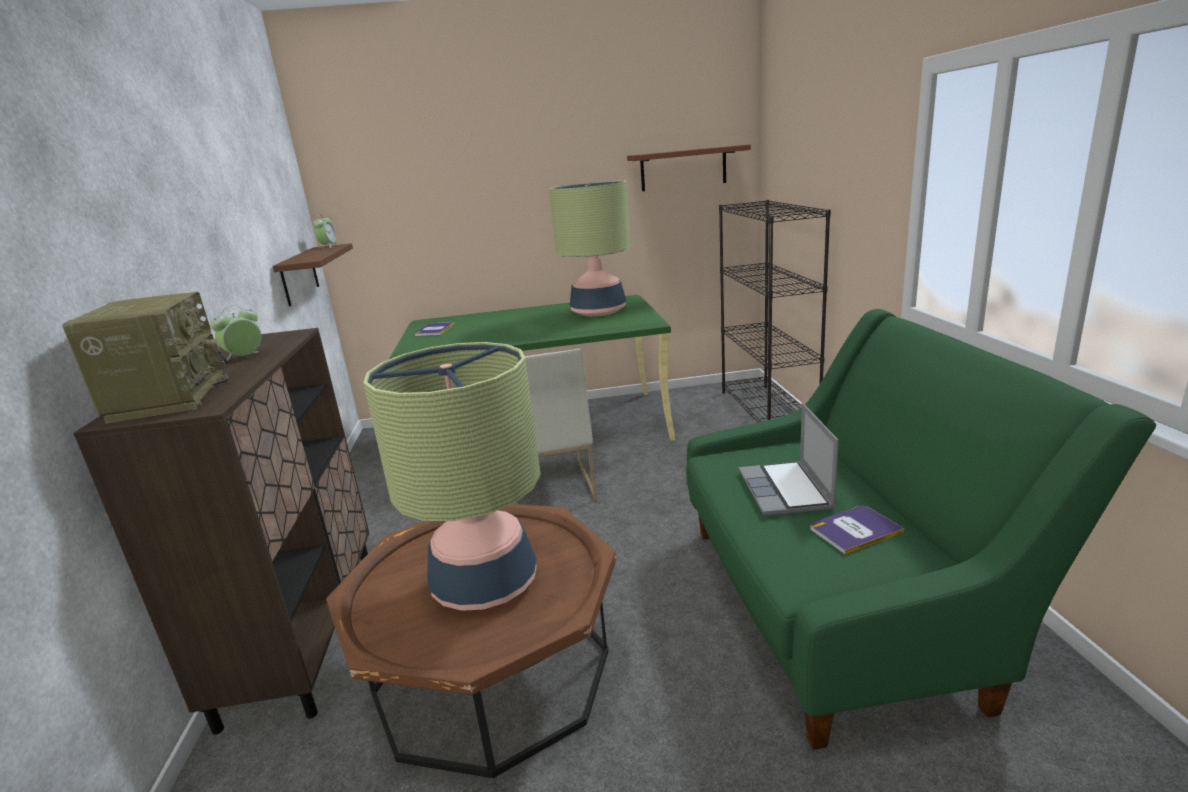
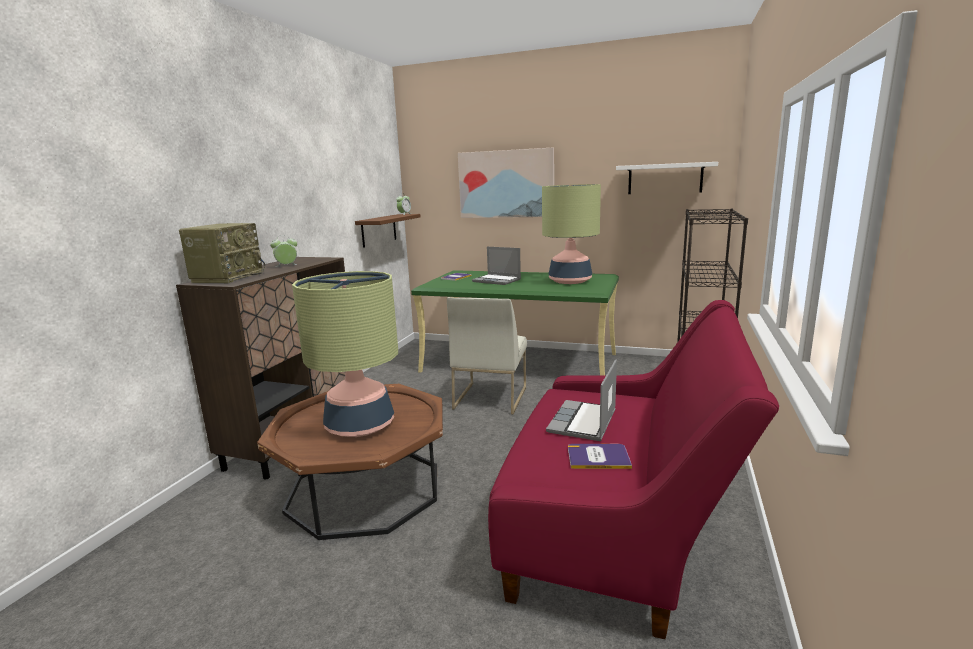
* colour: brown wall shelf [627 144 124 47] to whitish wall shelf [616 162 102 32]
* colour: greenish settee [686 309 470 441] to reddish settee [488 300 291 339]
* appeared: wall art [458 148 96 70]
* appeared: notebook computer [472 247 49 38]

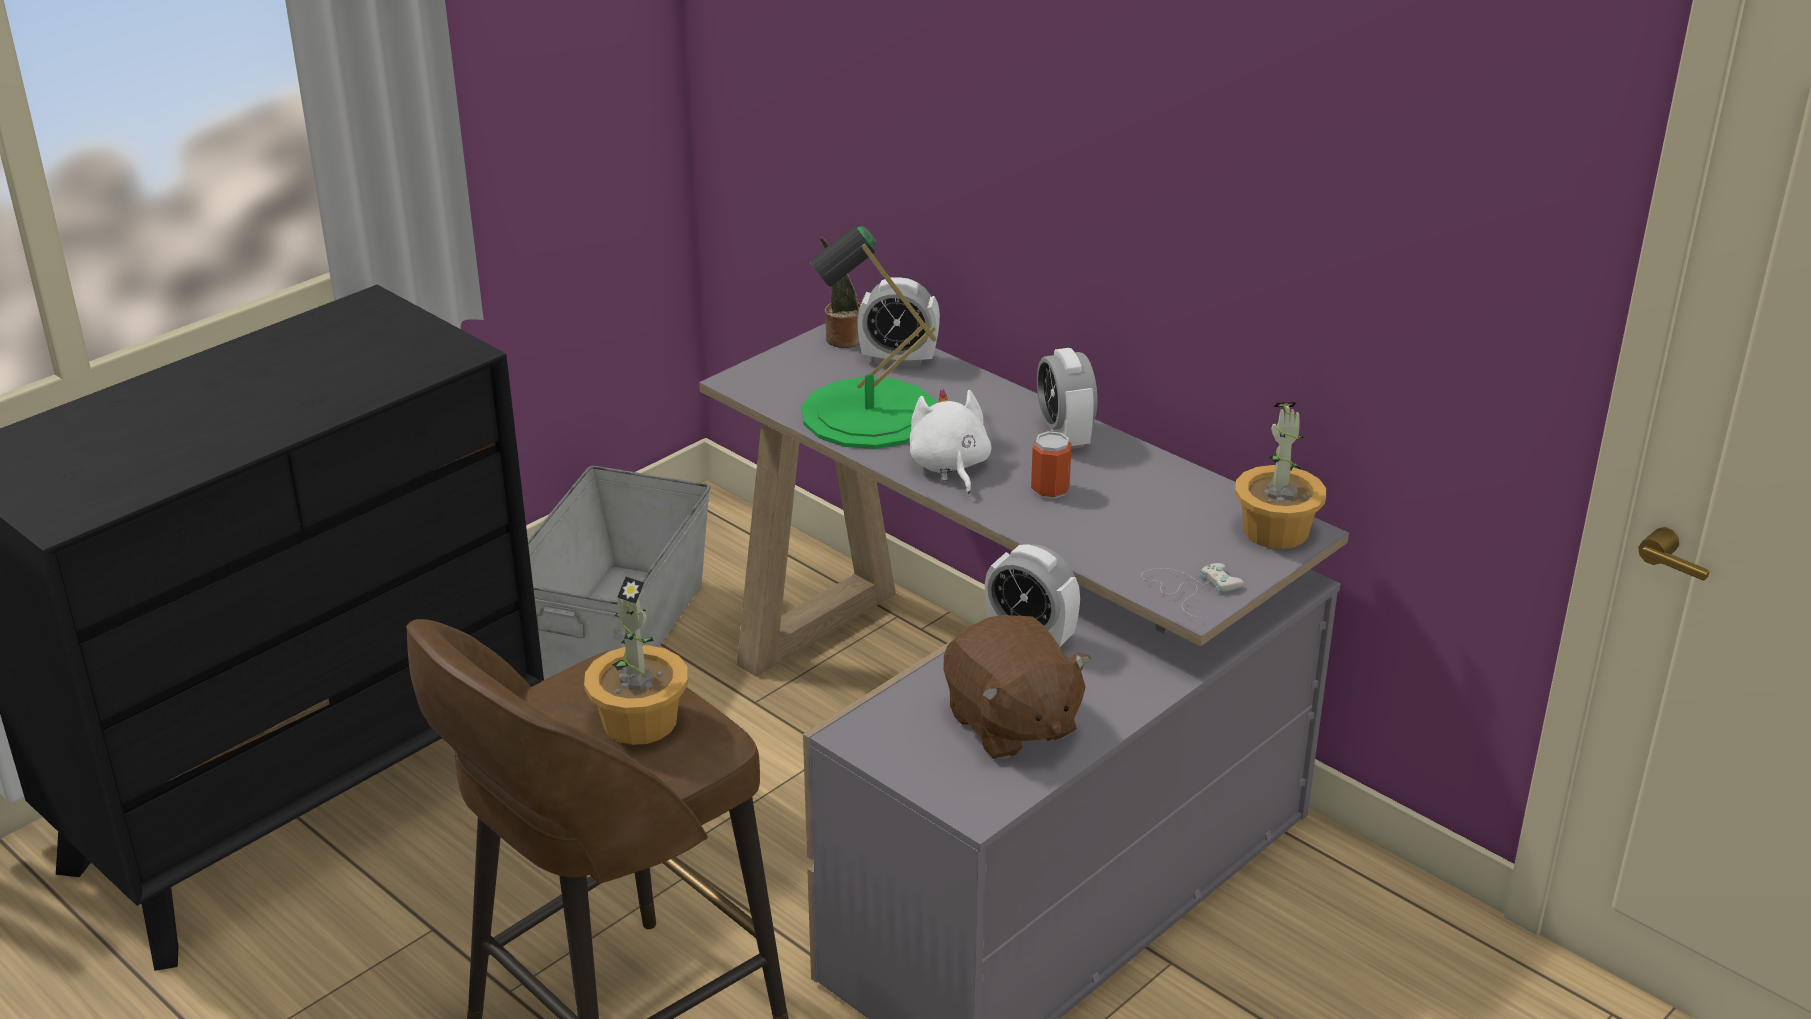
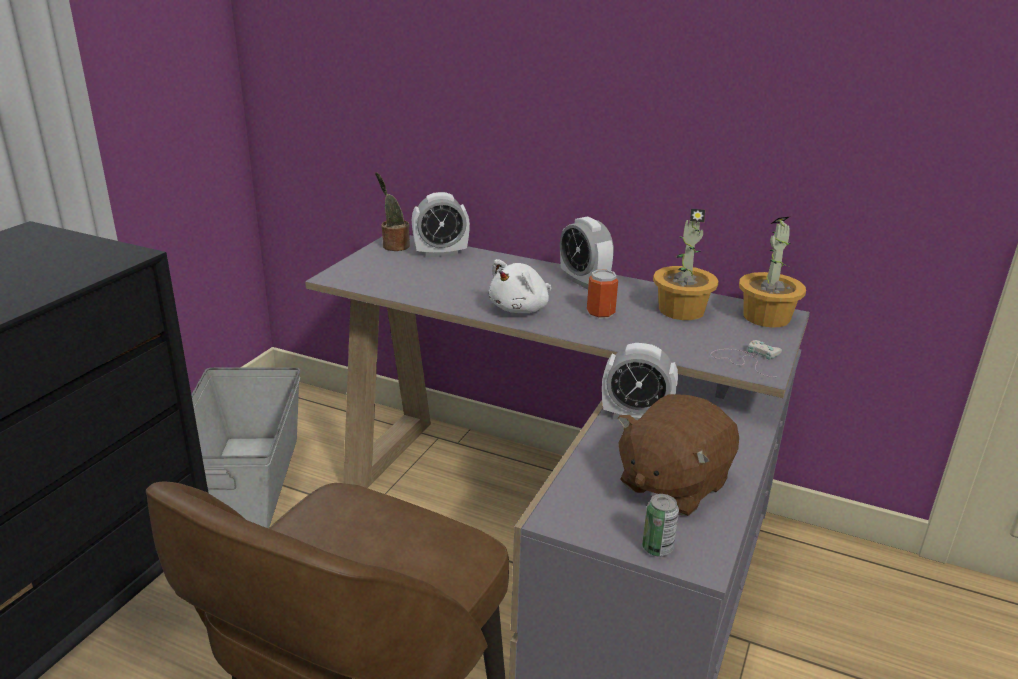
* missing: greenish lamp for a table [802 225 134 224]
* spun: whitish soft toy [910 388 81 106] = [489 259 62 54] 105 degrees counterclockwise
* relocated: potted plant [584 577 104 168] to [653 209 66 111]
* spun: brown soft toy [944 615 147 145] = [618 394 121 122] 90 degrees clockwise
* appeared: can [642 494 37 63]

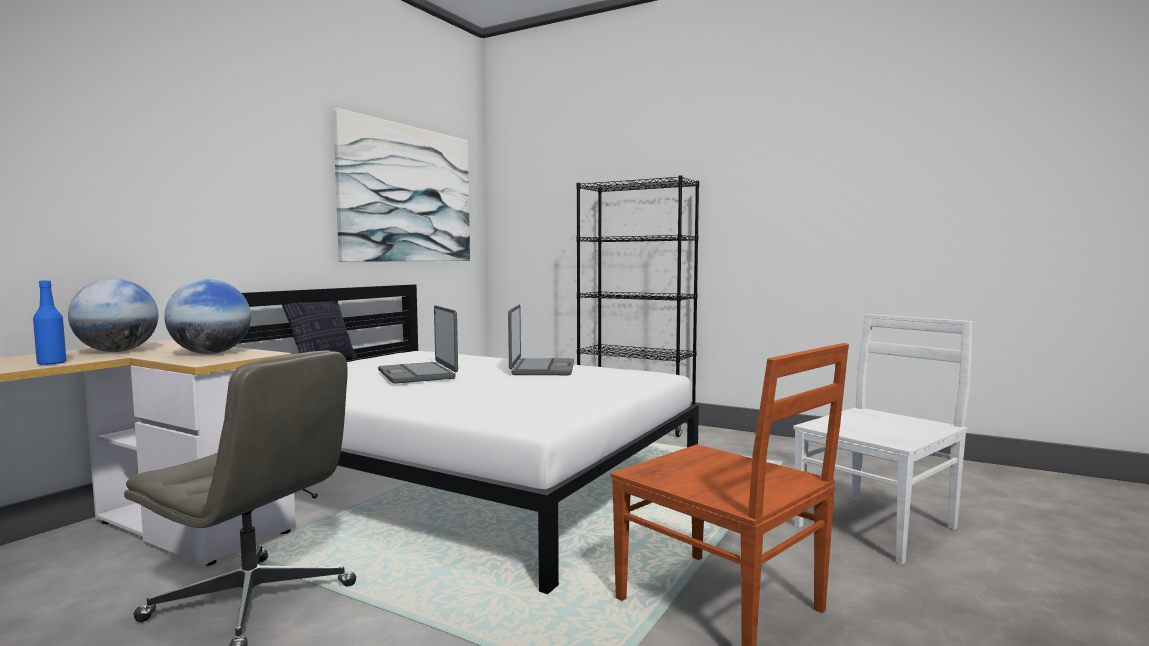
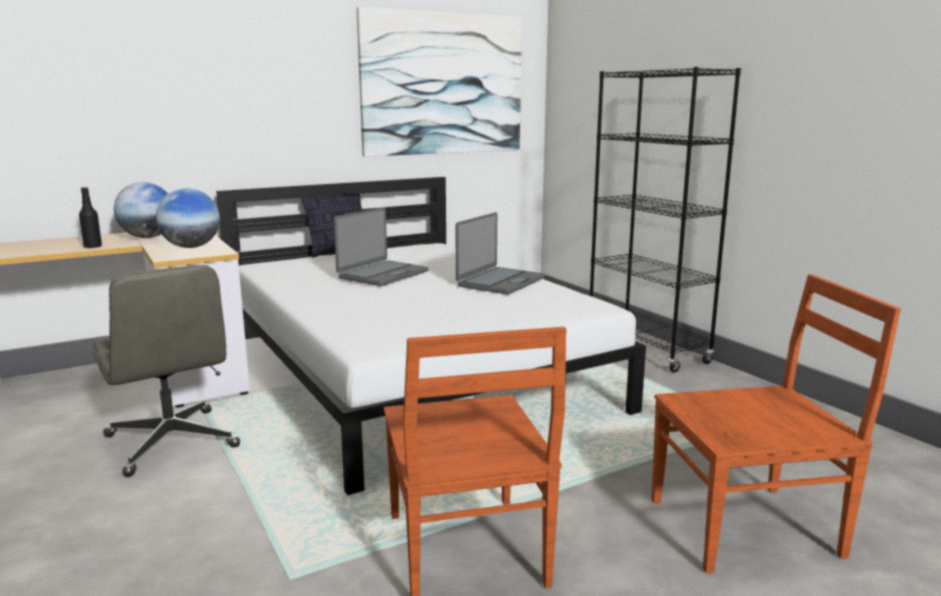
* colour: bluish bottle [33 280 33 85] to black-coloured bottle [79 187 23 62]
* spun: notebook computer [378 305 80 79] = [334 207 95 79] 150 degrees counterclockwise
* colour: whitish plain chair [793 314 180 250] to brown plain chair [652 274 249 300]

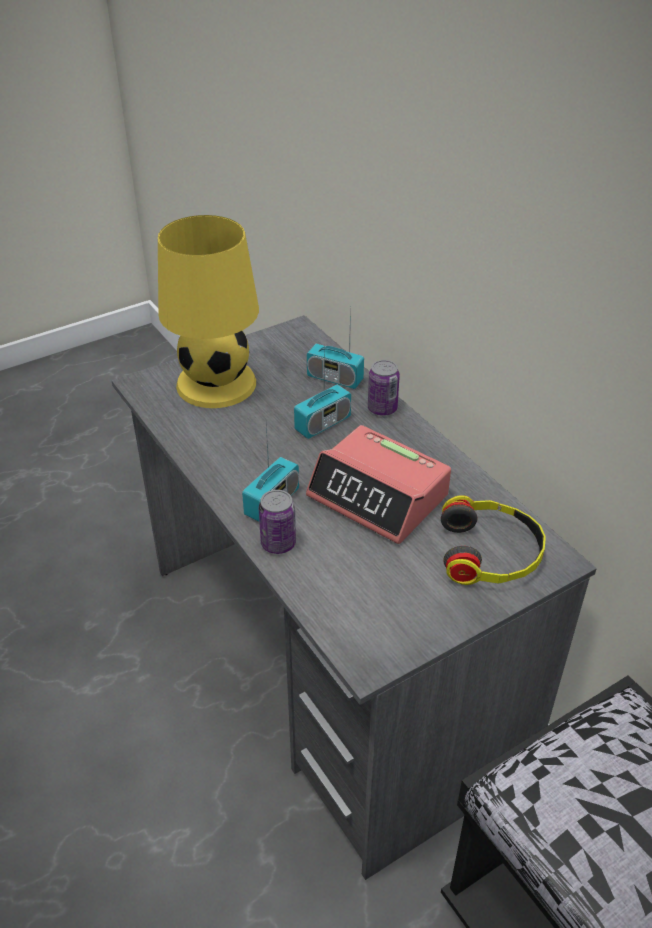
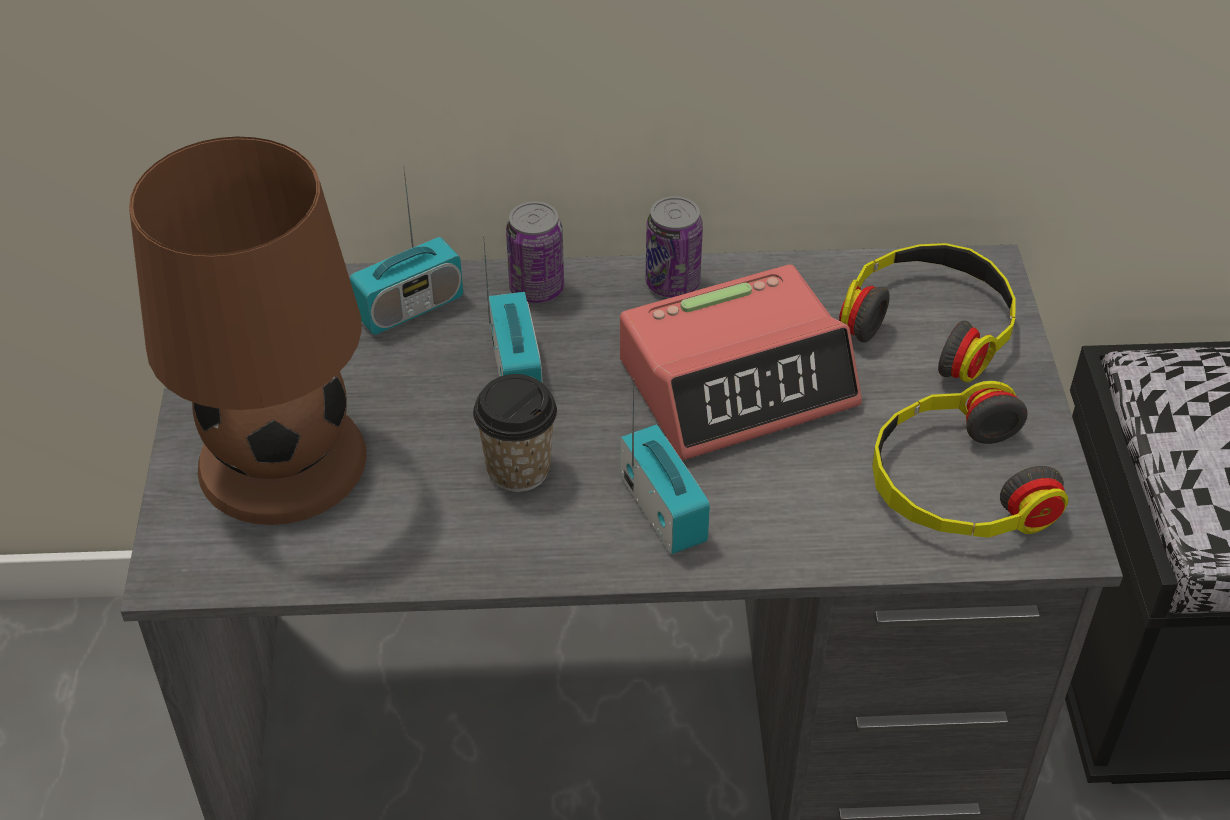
* colour: yellow lamp for a table [158 215 101 193] to brown lamp for a table [129 137 237 388]
* relocated: can [259 490 37 64] to [645 196 58 102]
* appeared: drinking cup [473 374 84 118]
* appeared: headphones [872 381 196 157]

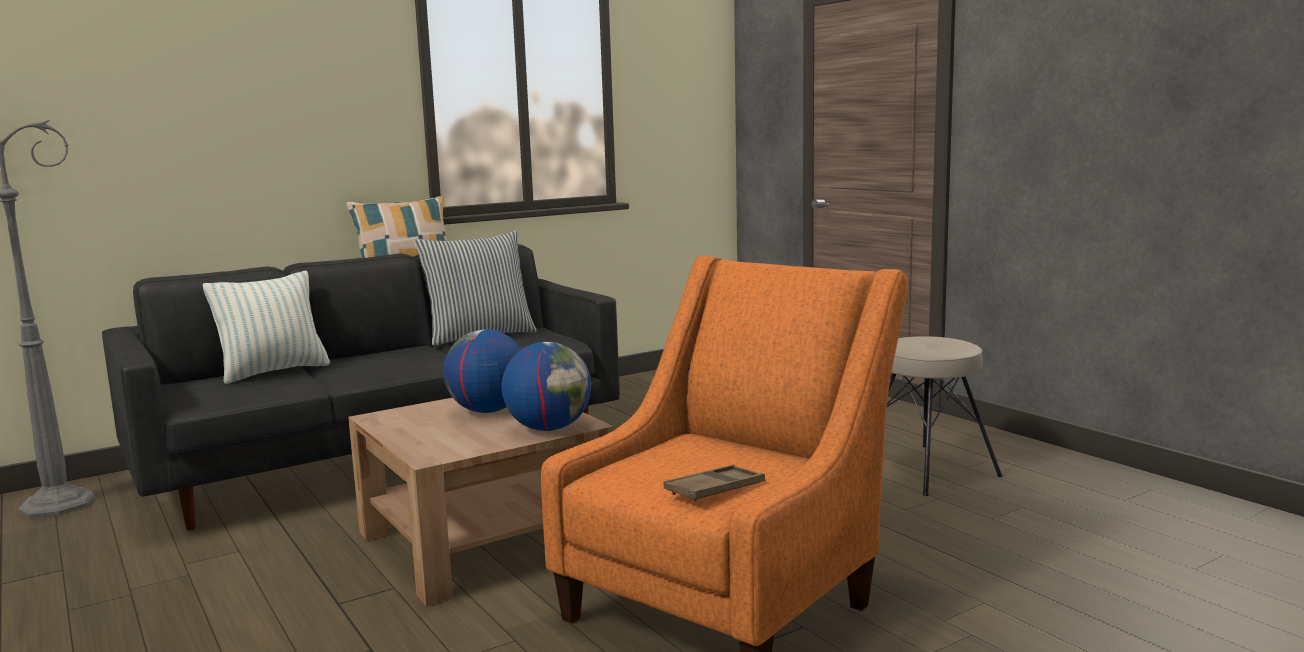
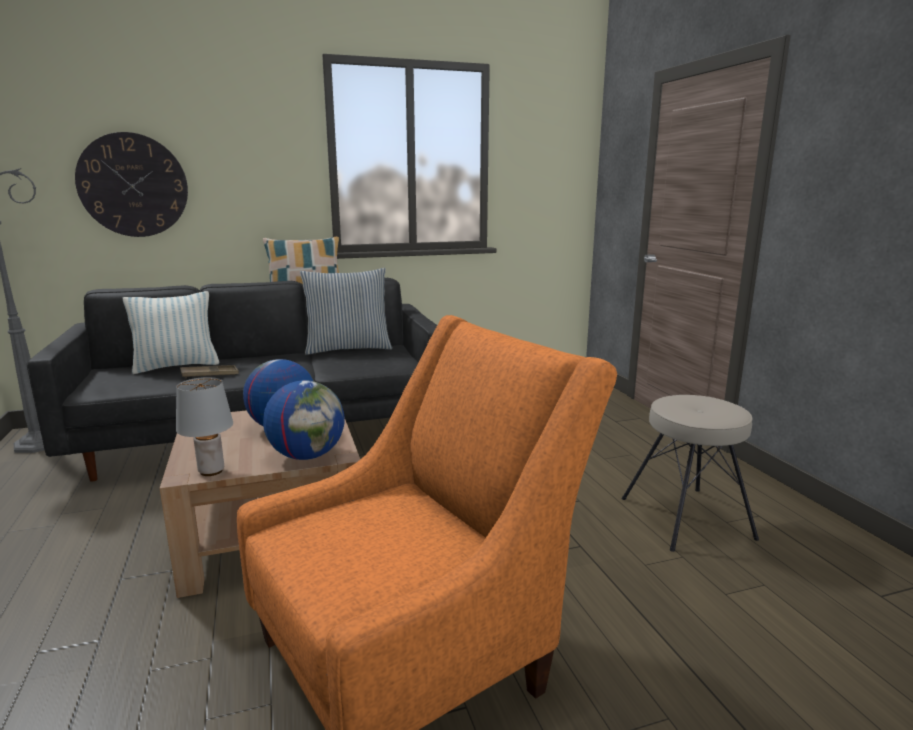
* relocated: brown serving tray [664 465 101 37] to [180 365 59 14]
* appeared: wall clock [75 132 113 105]
* appeared: gray lamp for a table [176 377 57 99]

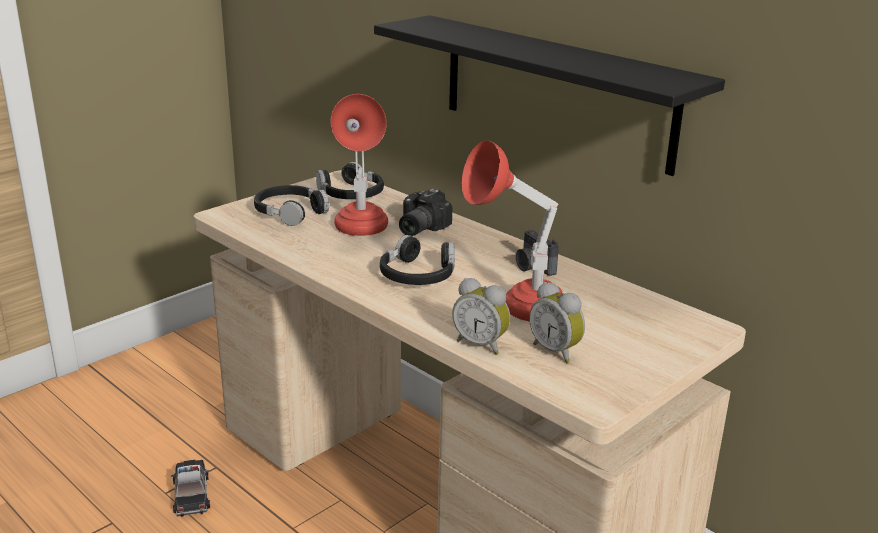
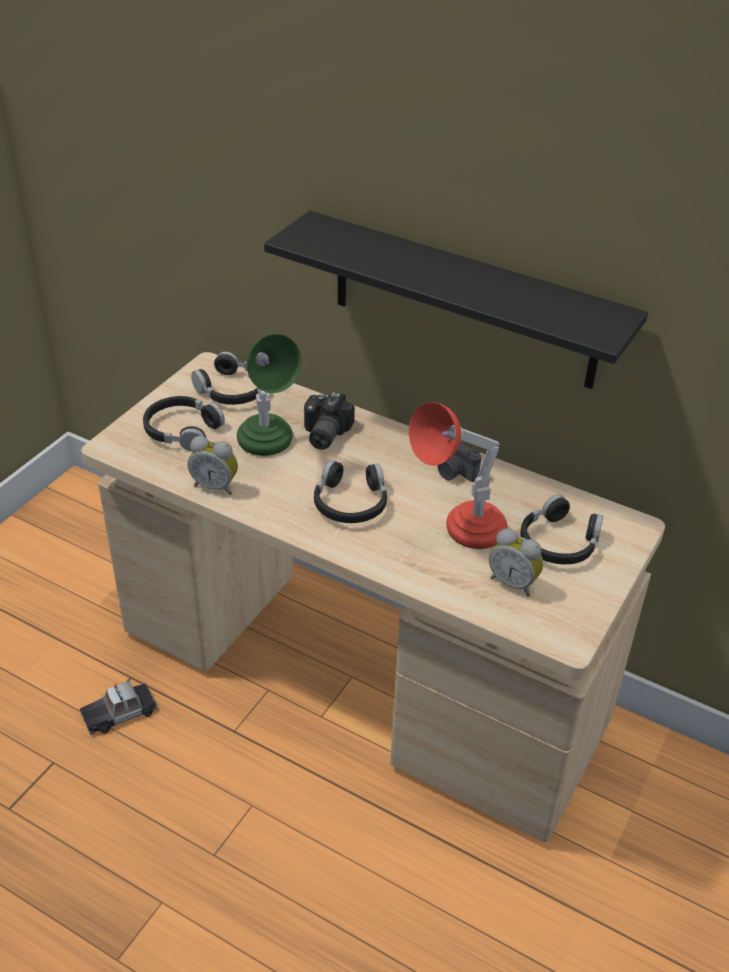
* colour: reddish lamp for a table [330 94 58 142] to greenish lamp for a table [237 334 64 122]
* relocated: bedside clock [452 278 58 77] to [188 436 50 59]
* spun: toy car [171 460 39 57] = [80 681 77 54] 90 degrees counterclockwise
* appeared: black-coloured headphones [520 495 83 69]

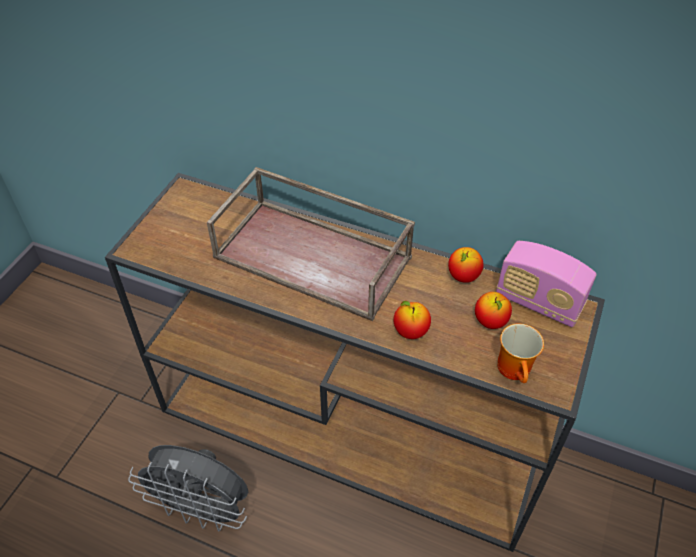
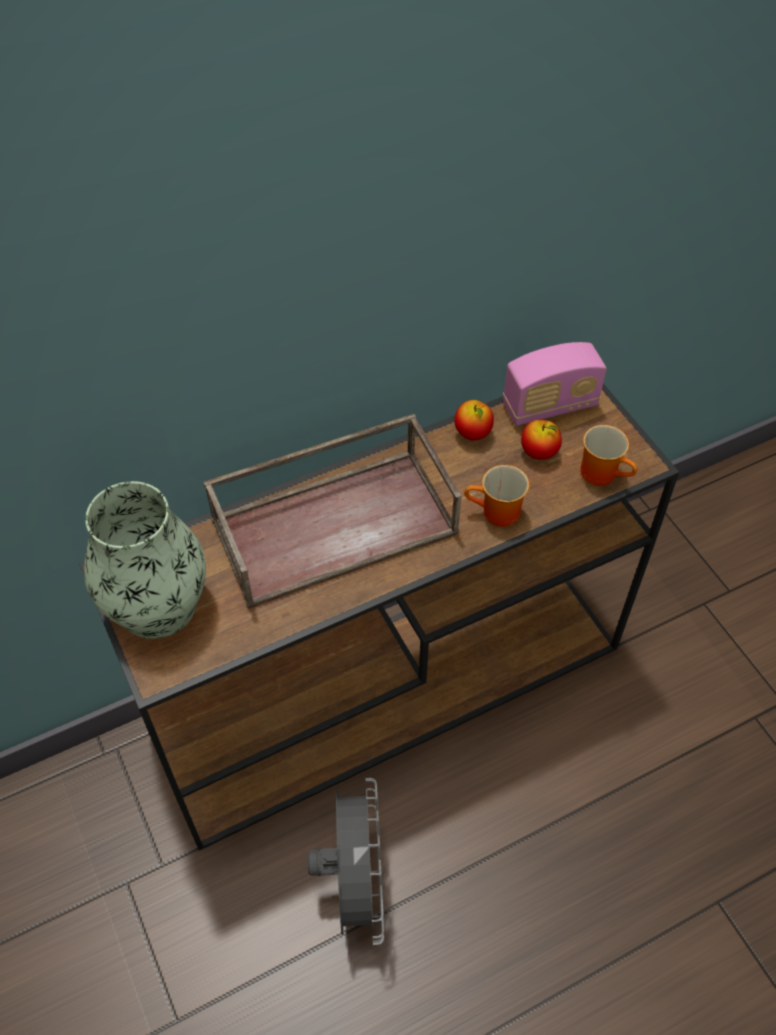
* exchanged: apple fruit [393 301 38 38] to mug [464 465 65 62]
* spun: gray electric fan [128 445 120 86] = [308 778 76 167] 60 degrees counterclockwise
* appeared: decorative vase [84 481 122 158]

